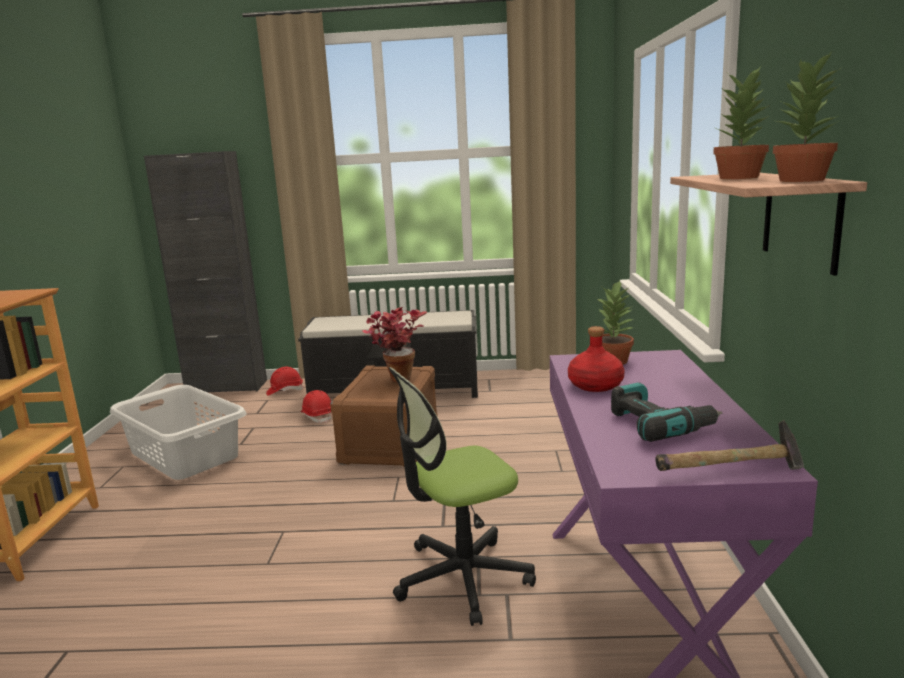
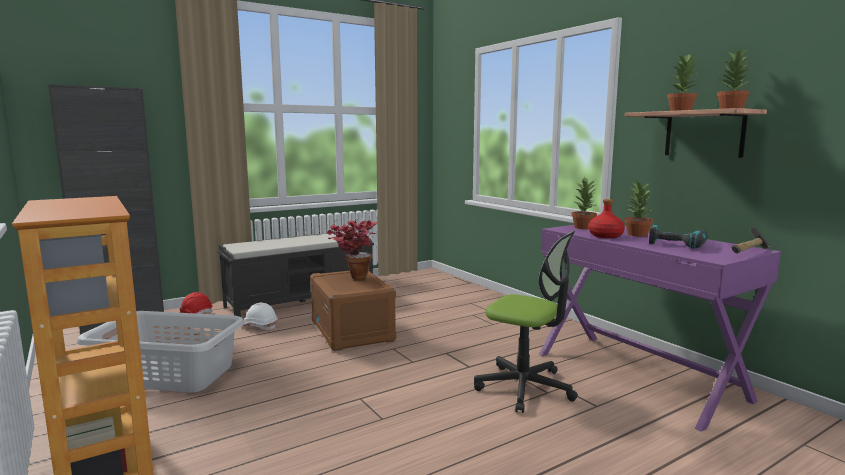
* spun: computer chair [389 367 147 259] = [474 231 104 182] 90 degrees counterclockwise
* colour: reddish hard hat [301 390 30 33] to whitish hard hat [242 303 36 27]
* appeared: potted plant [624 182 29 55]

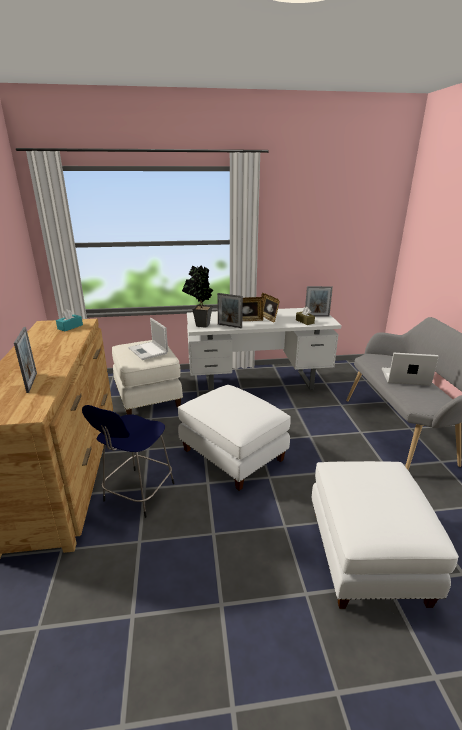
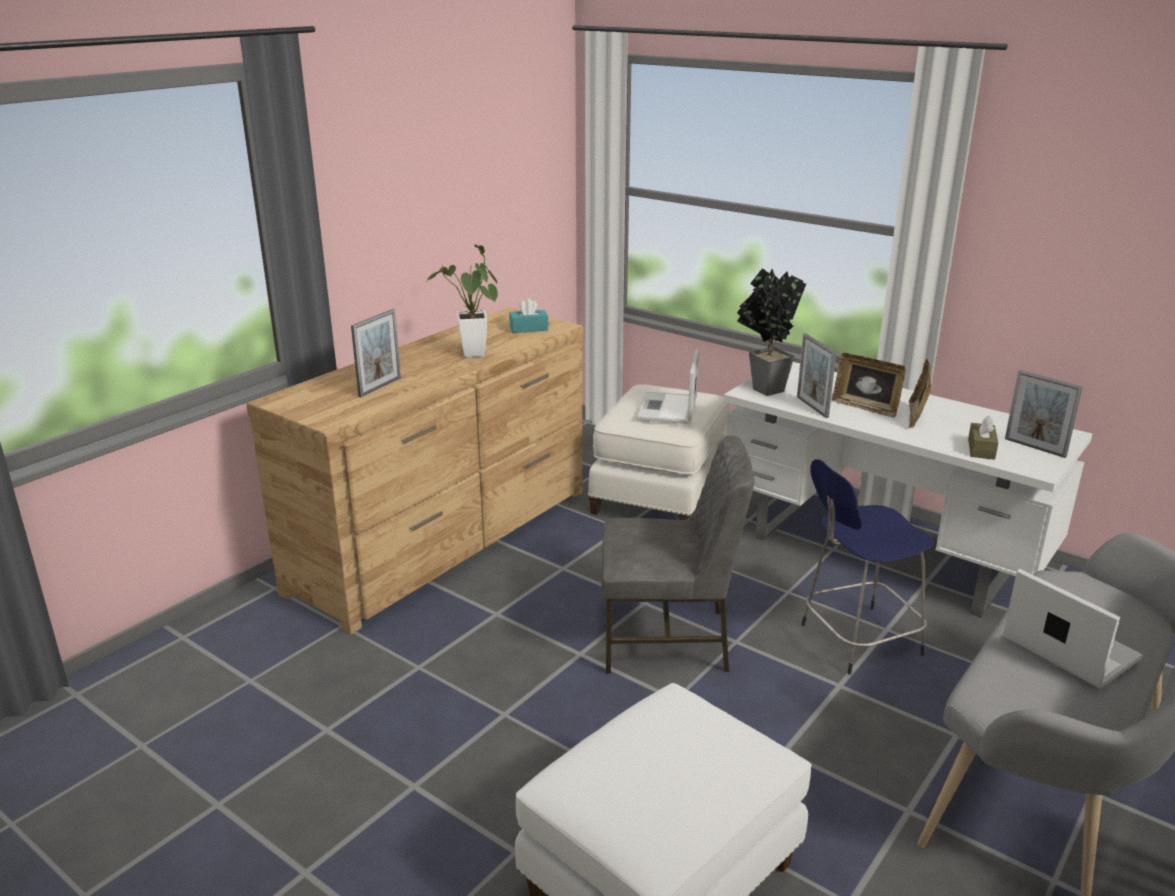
* exchanged: whitish pouffe [178 385 113 106] to gray plain chair [601 435 154 239]
* relocated: bluish stool seat [82 405 93 113] to [801 459 133 216]
* appeared: potted plant [425 244 73 113]

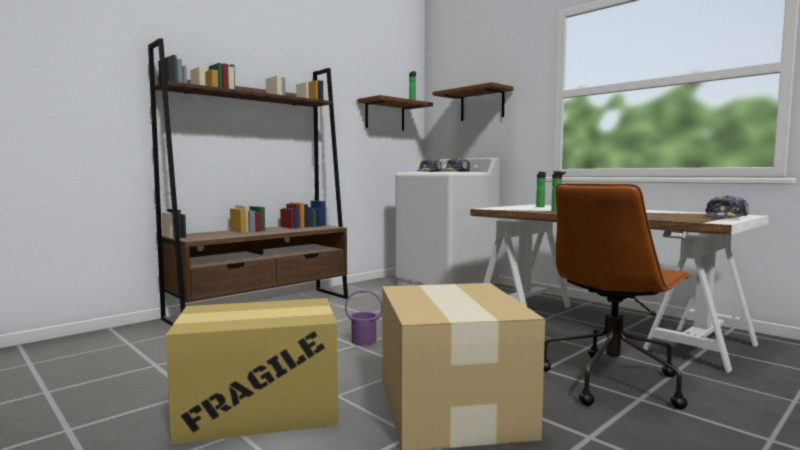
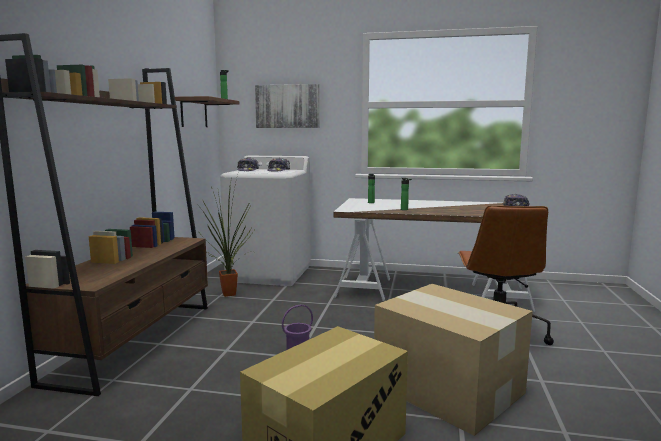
* exchanged: brown wall shelf [433 82 81 39] to wall art [255 84 64 44]
* appeared: potted plant [196 176 60 121]

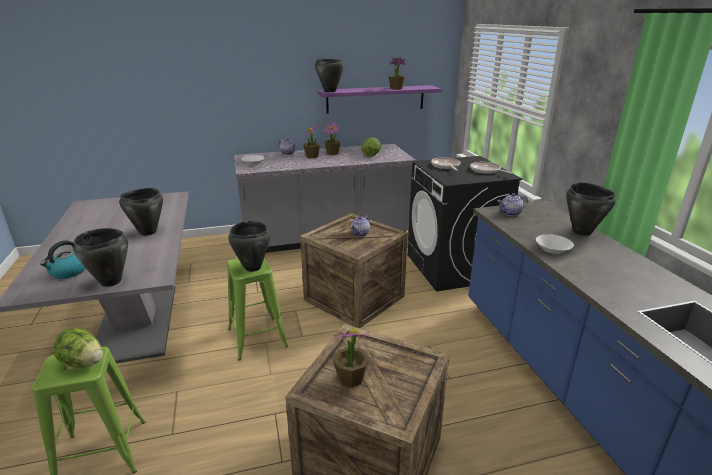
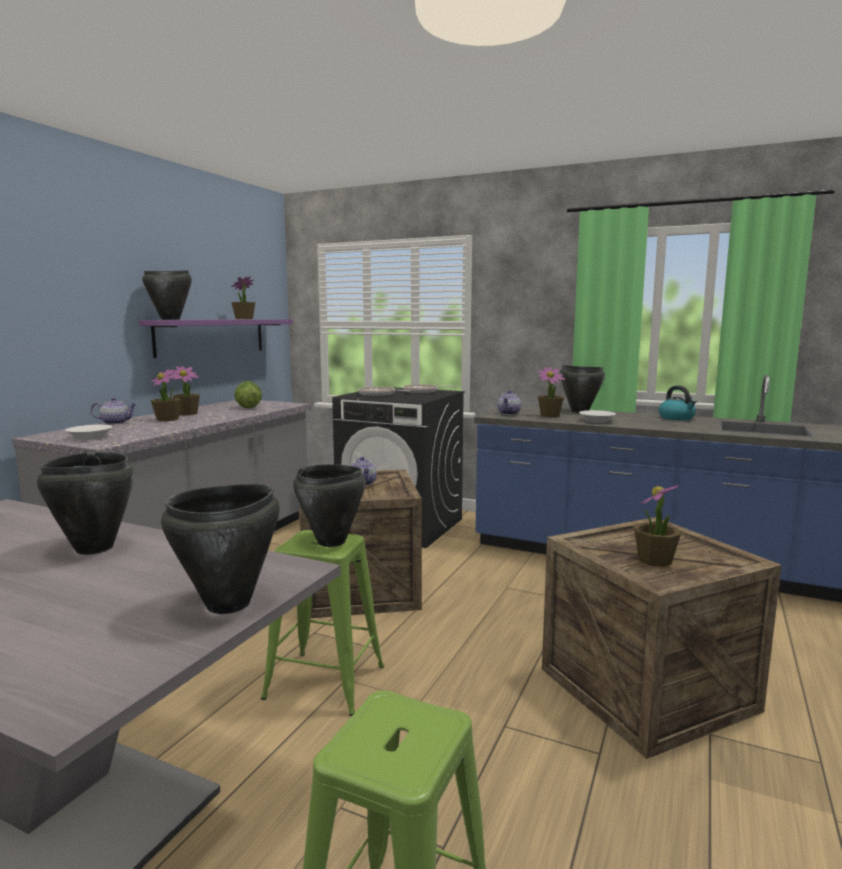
* relocated: kettle [40 241 46 38] to [659 385 38 35]
* missing: lettuce head [54 328 49 40]
* appeared: potted plant [538 367 27 51]

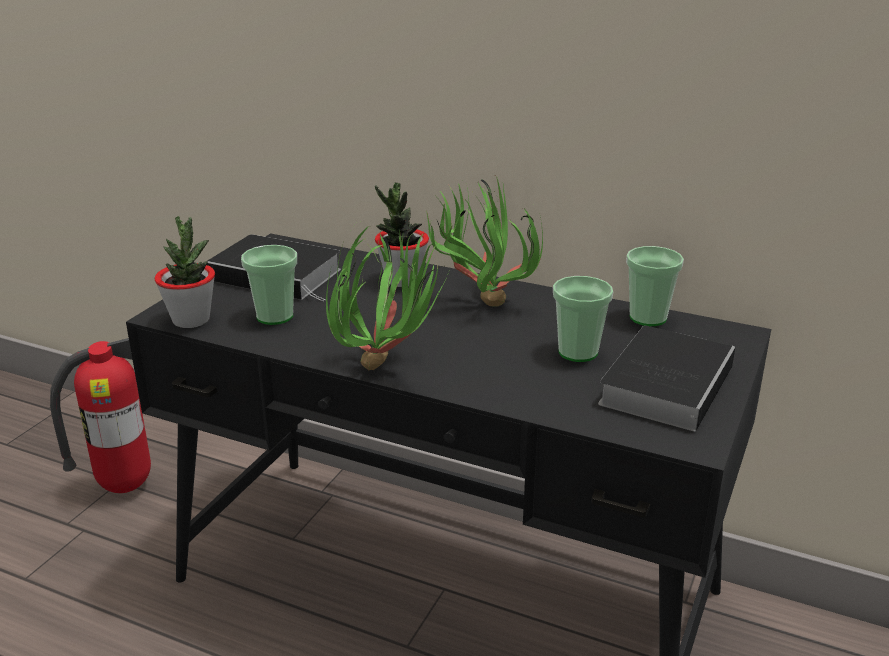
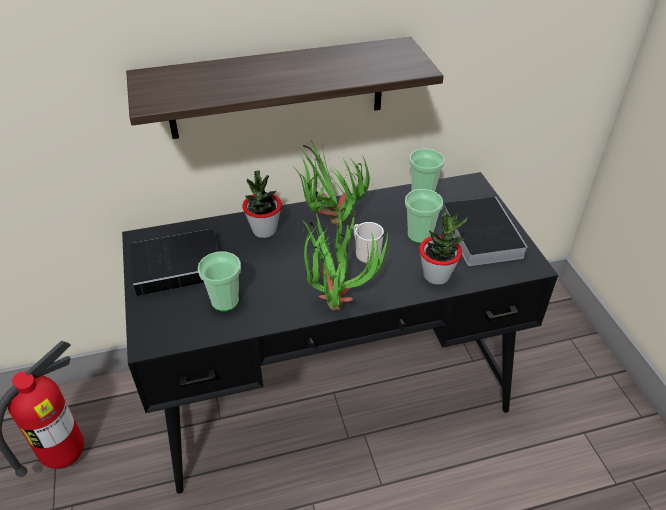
* relocated: potted plant [155 216 60 112] to [419 210 49 75]
* appeared: wall shelf [126 37 318 102]
* appeared: mug [354 222 30 41]

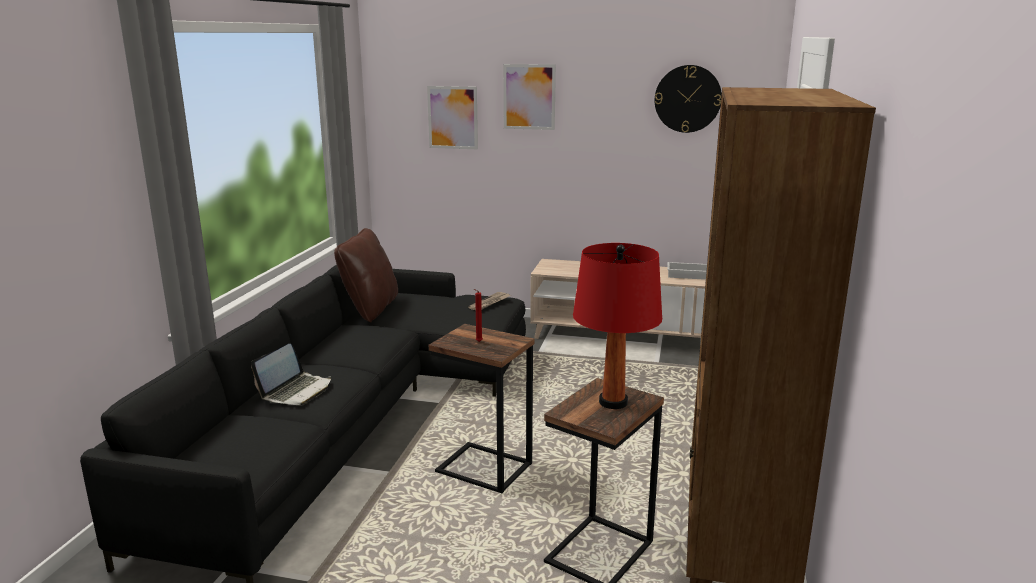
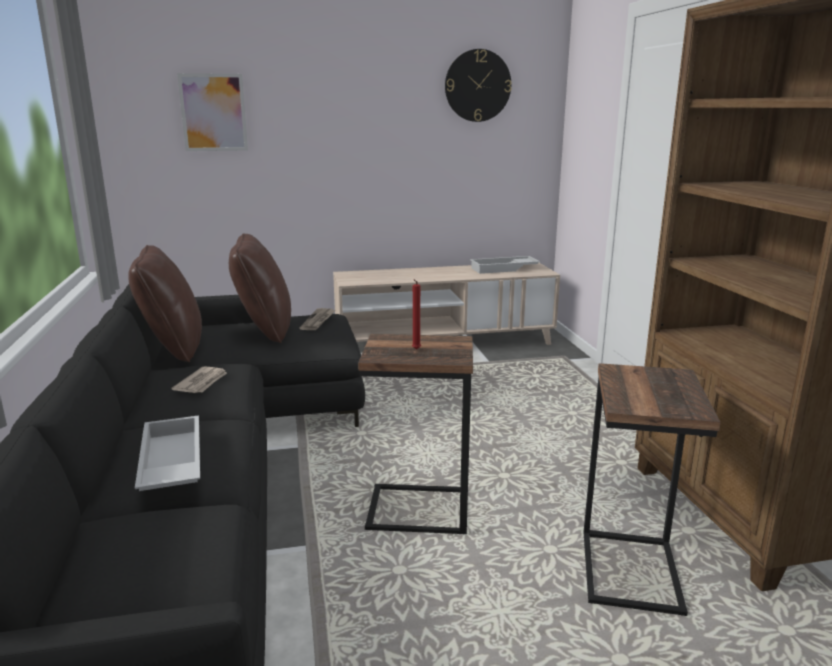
* missing: wall art [503 64 53 66]
* missing: reddish lamp for a table [573 243 89 166]
* exchanged: notebook computer [251 344 80 61] to whitish serving tray [135 416 65 75]
* appeared: brown throw pillow [229 233 62 110]
* appeared: printed paper [171 366 56 27]

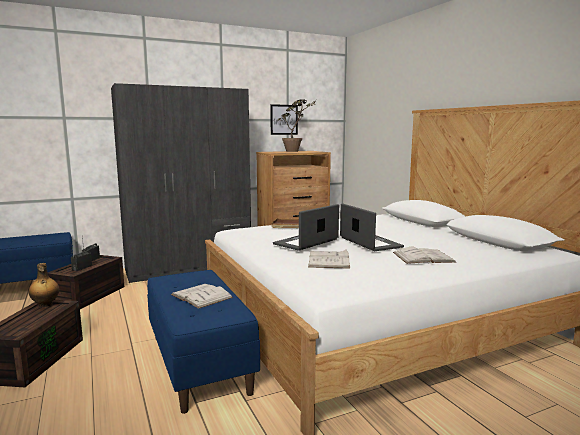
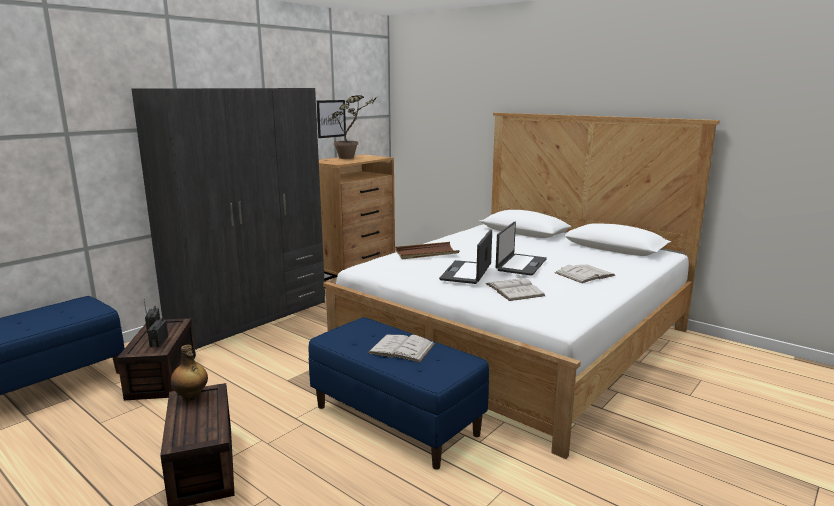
* spun: notebook computer [340 203 64 48] = [496 222 51 54] 75 degrees clockwise

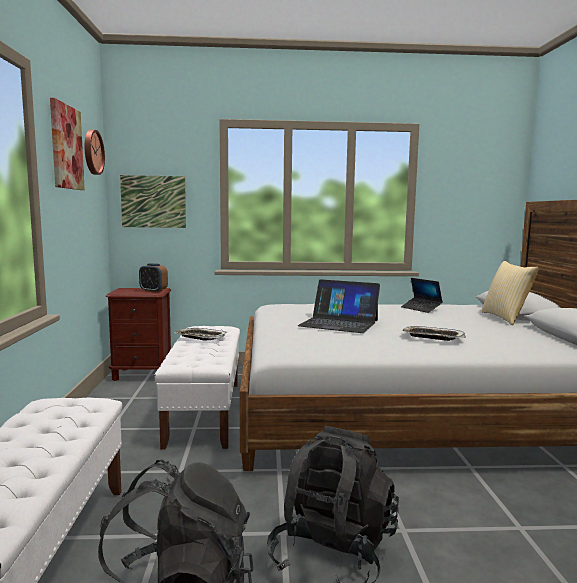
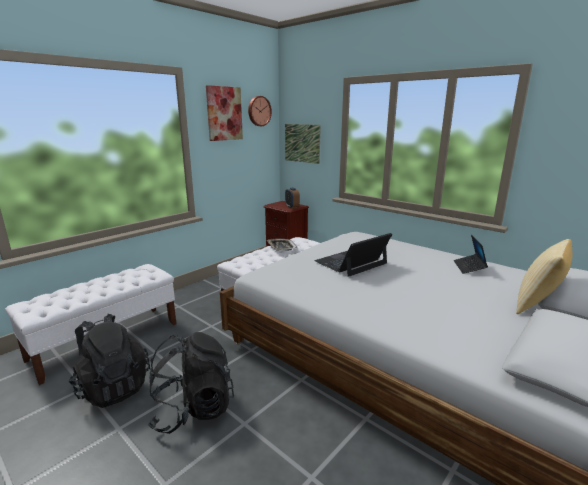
* spun: notebook computer [298 279 82 54] = [314 233 78 44] 75 degrees clockwise
* missing: serving tray [402 326 64 15]

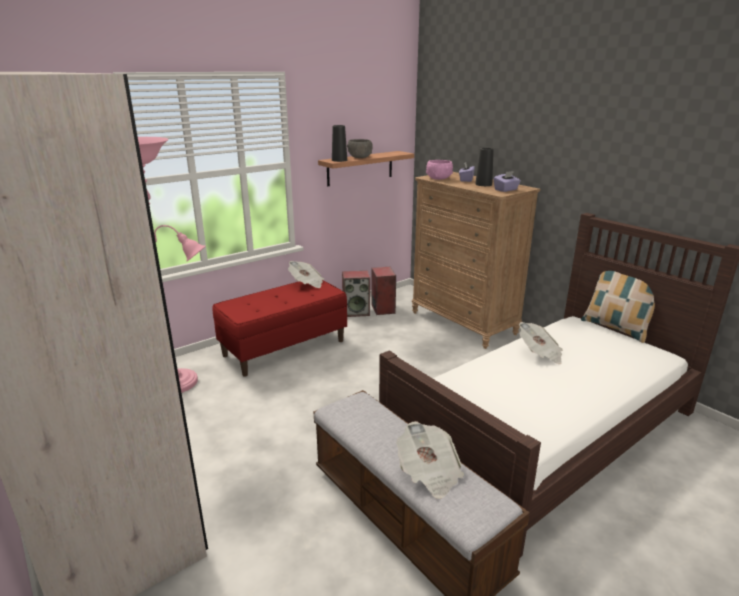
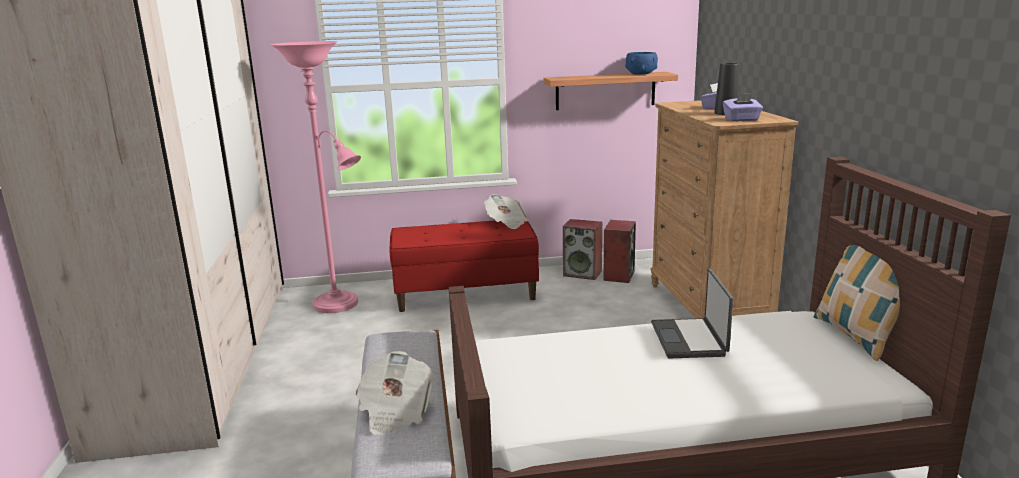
* missing: black-coloured decorative vase [332 125 15 37]
* missing: gray deep dish [347 139 26 19]
* missing: pinkish deep dish [426 160 27 20]
* exchanged: printed paper [519 322 44 42] to notebook computer [651 268 82 90]
* appeared: bluish deep dish [625 52 33 23]

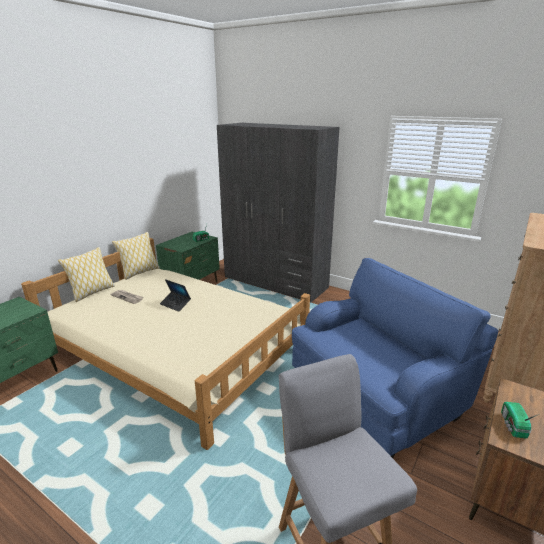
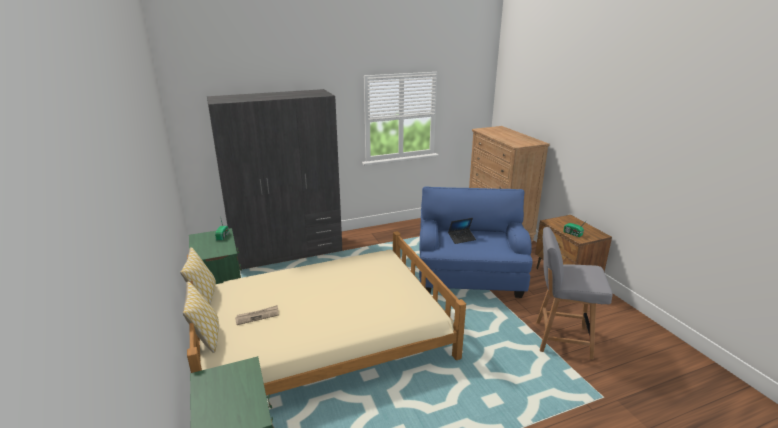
* relocated: notebook computer [160 279 31 33] to [448 218 28 26]

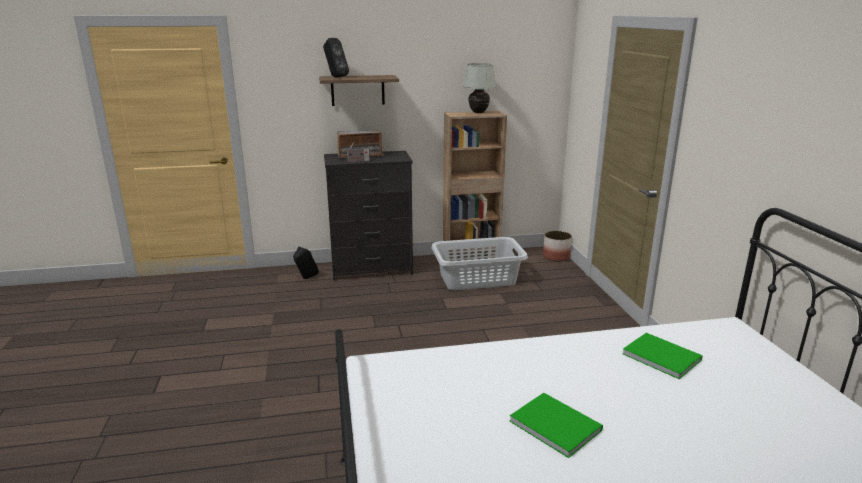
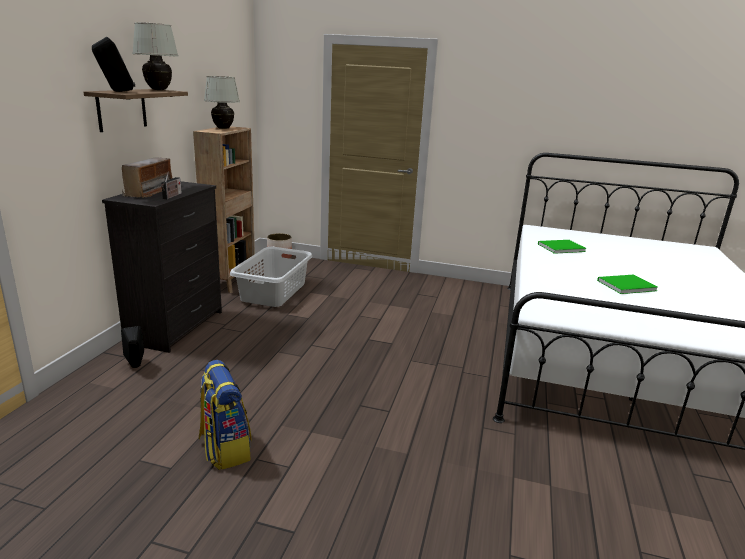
* appeared: whitish lamp for a table [132 22 47 68]
* appeared: rucksack [199 360 53 110]

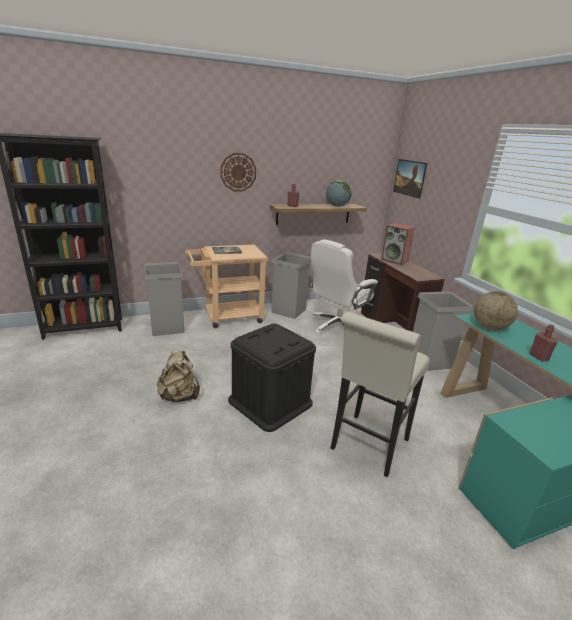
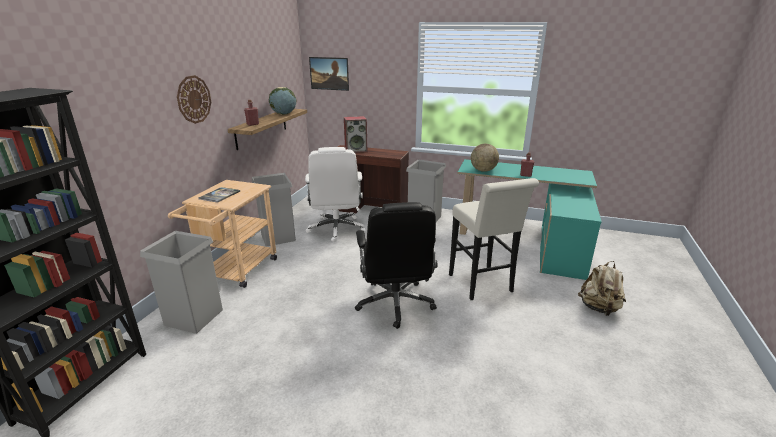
* exchanged: black-coloured storage container [228 324 88 108] to black-coloured computer chair [355 202 83 127]
* relocated: beige-coloured rucksack [157 350 43 52] to [578 261 48 55]

